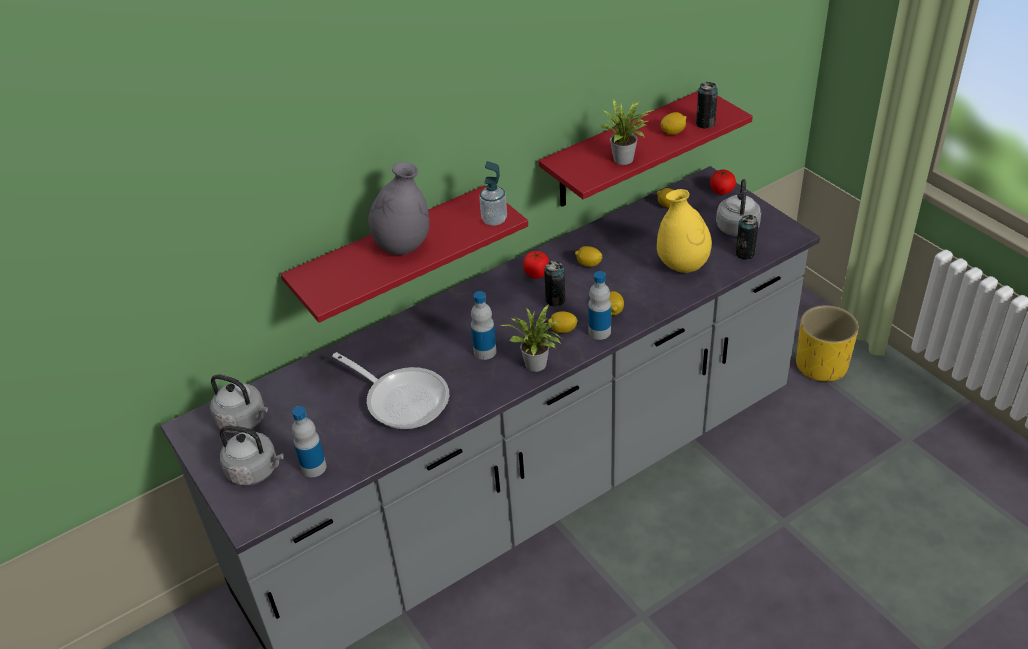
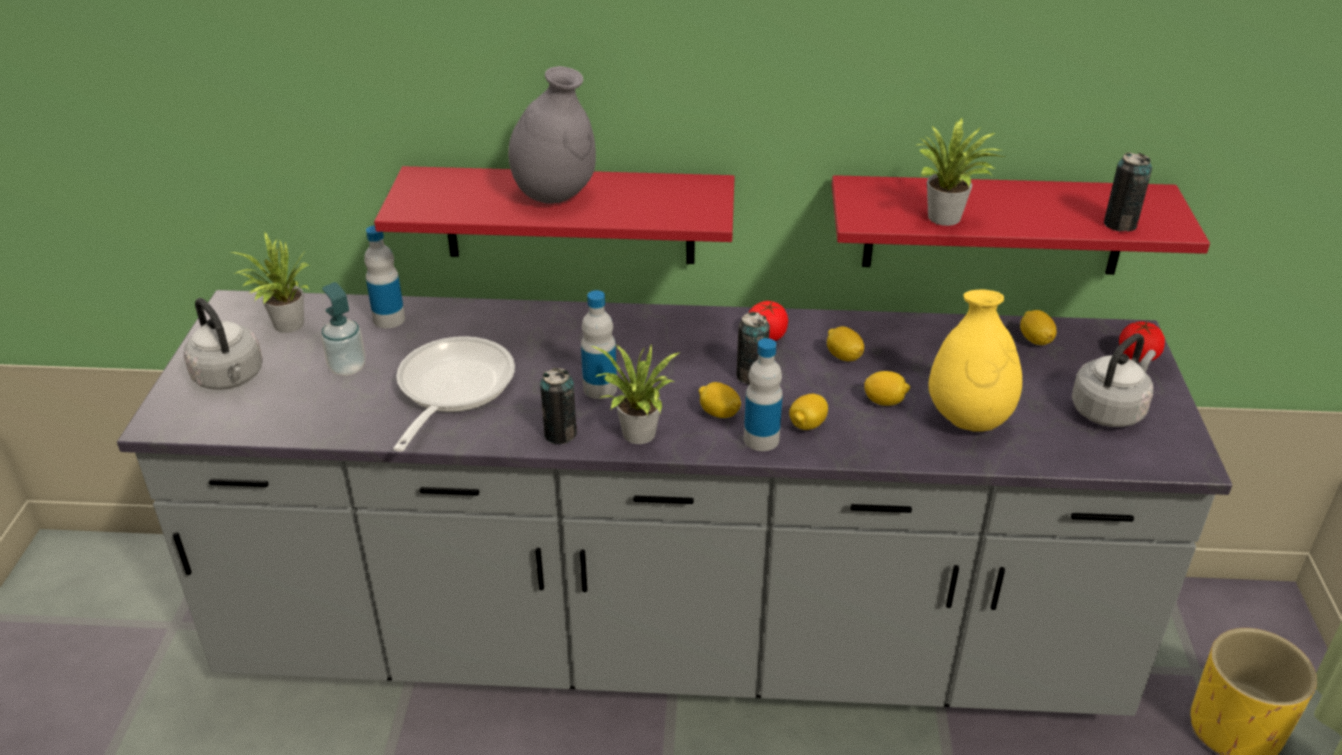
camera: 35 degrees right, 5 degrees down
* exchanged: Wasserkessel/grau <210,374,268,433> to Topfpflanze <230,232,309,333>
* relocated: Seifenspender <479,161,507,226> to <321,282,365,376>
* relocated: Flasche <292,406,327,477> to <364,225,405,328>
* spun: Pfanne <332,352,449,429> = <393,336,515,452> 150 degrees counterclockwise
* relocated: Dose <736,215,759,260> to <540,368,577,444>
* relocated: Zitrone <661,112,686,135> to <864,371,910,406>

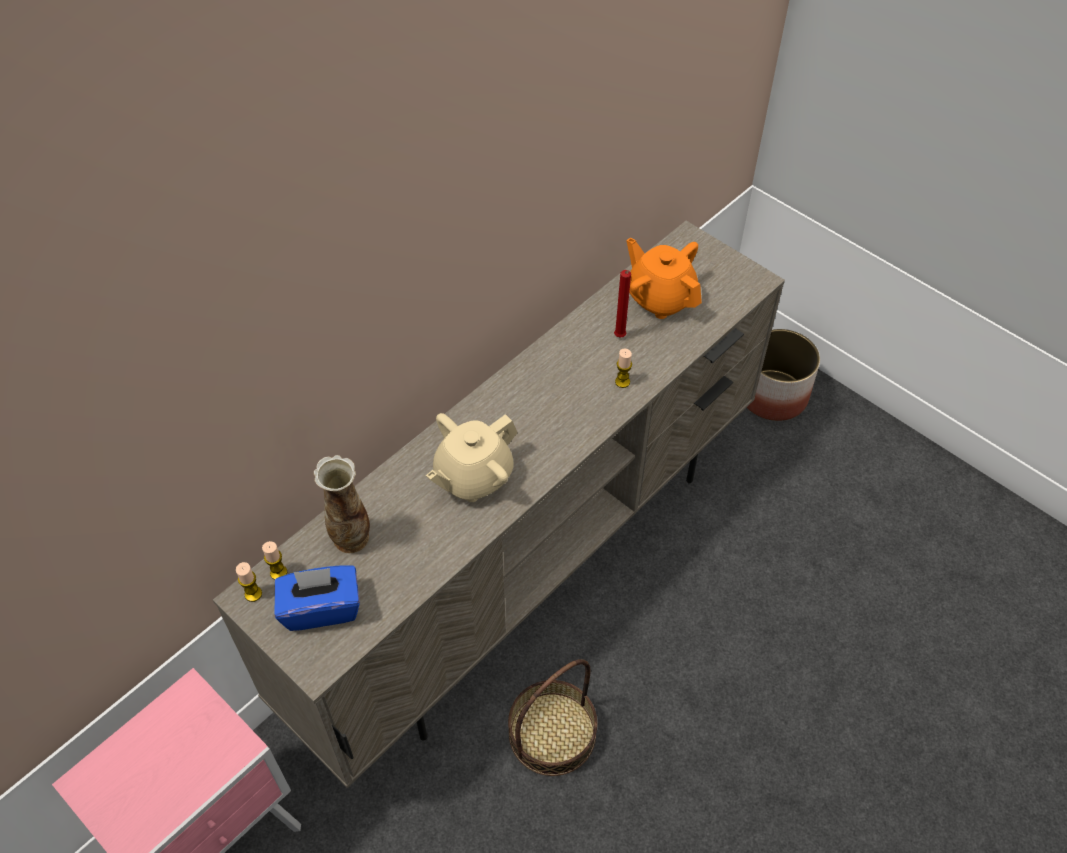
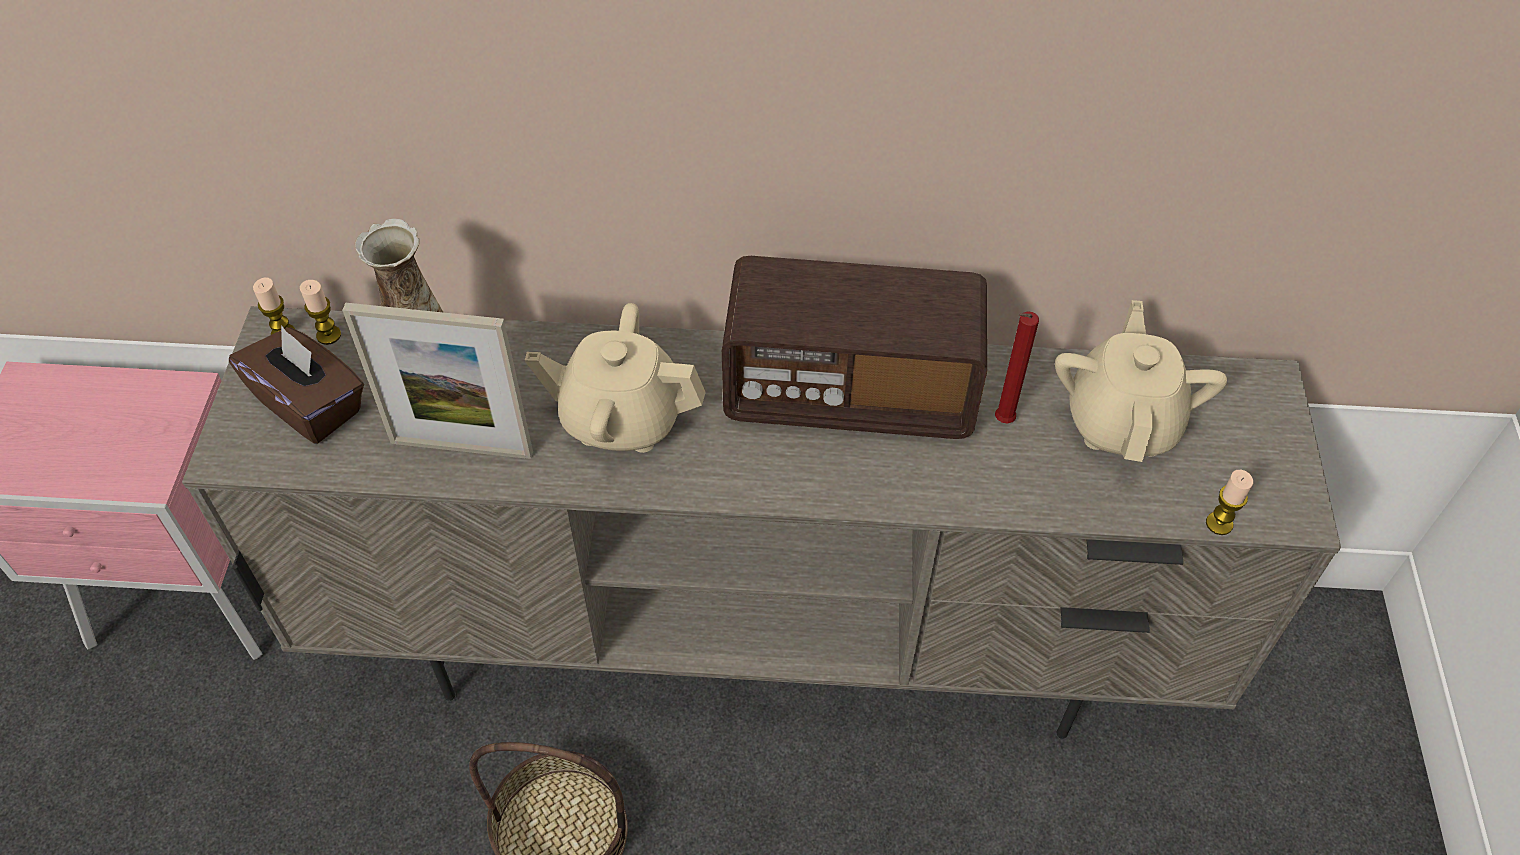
camera: 50 degrees right, 0 degrees up
* colour: Taschentuchbox/blau <274,565,360,631> to Taschentuchbox/braun <229,325,364,444>
* appeared: Bilderrahmen <342,303,533,459>
* appeared: Radio <722,256,987,439>
* colour: Teekanne/orange <627,237,702,319> to Teekanne/beige <1055,300,1227,462>
* relocated: Kerze <615,349,632,388> to <1206,470,1253,535>
* missing: Pflanzkübel <747,329,820,421>

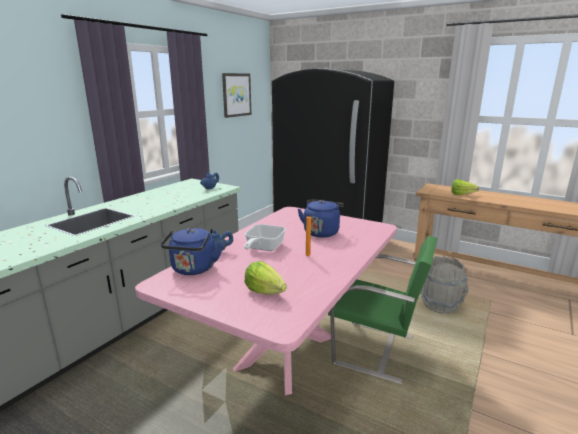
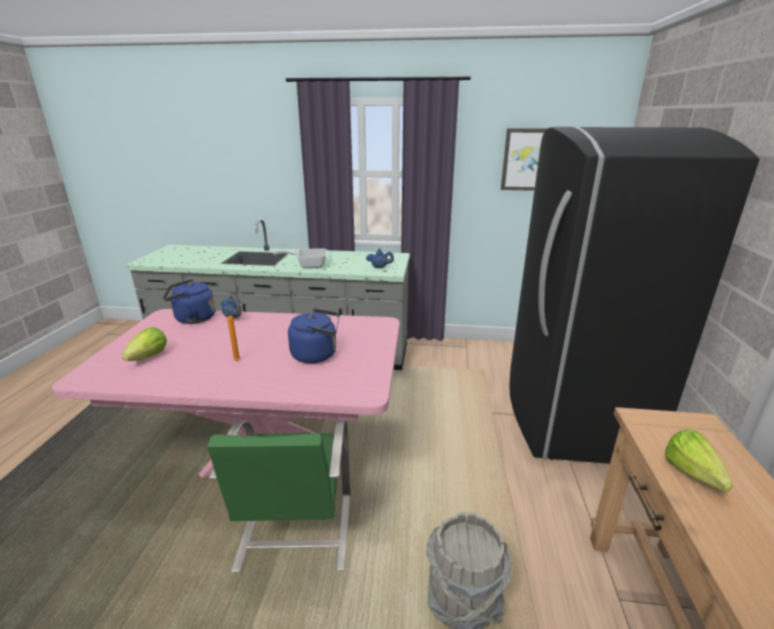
camera: 65 degrees right, 5 degrees up
* relocated: Pfanne <244,224,286,251> to <273,248,327,268>

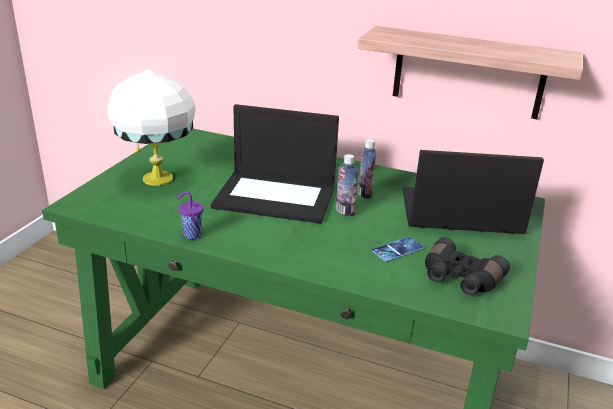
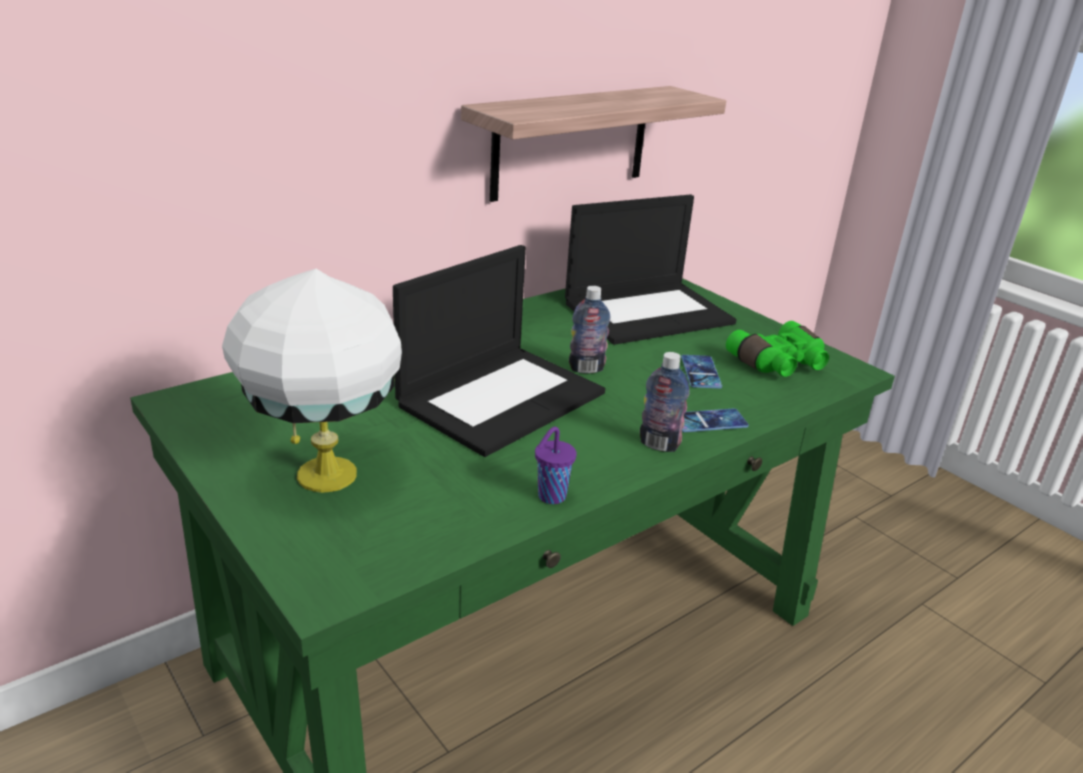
camera: 60 degrees left, 0 degrees up
* spun: Laptop <403,150,544,234> = <565,194,737,345> 150 degrees counterclockwise
* relocated: Flasche <358,139,377,199> to <640,352,689,452>
* appeared: Handy <682,408,749,432>
* colour: Fernglas/schwarz <425,237,510,295> to Fernglas/grün <726,321,829,377>

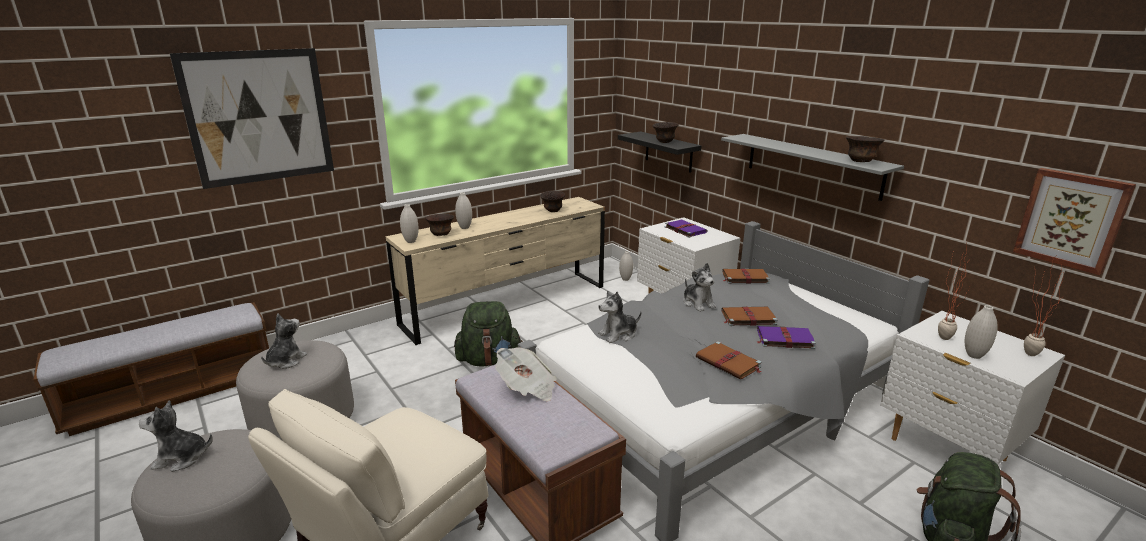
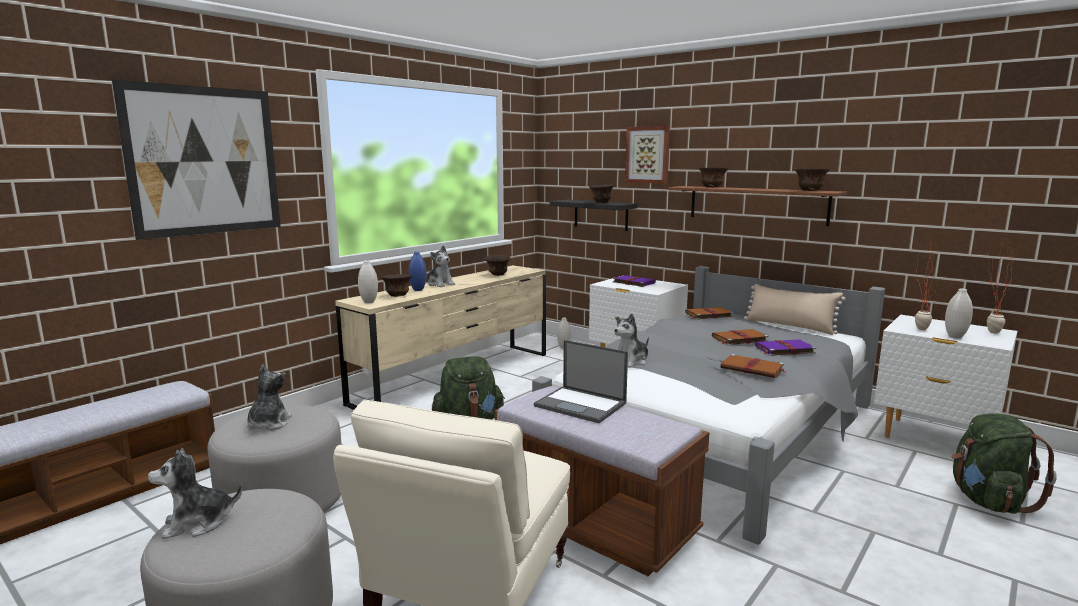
camera: 15 degrees left, 10 degrees down
* colour: Vase/weiß <455,192,472,229> to Vase/blau <409,251,427,291>
* relocated: Plüschtier <683,263,716,312> to <428,246,455,287>
* exchanged: Zeitung <495,347,556,401> to Laptop <534,340,628,423>
* relocated: Bild <1013,168,1136,275> to <625,126,670,184>
* colour: Wandregal/grau <721,134,904,201> to Wandregal/braun <668,186,847,226>
* appeared: Schüssel/braun <699,167,728,188>
* appeared: Kissen/beige <744,284,846,335>

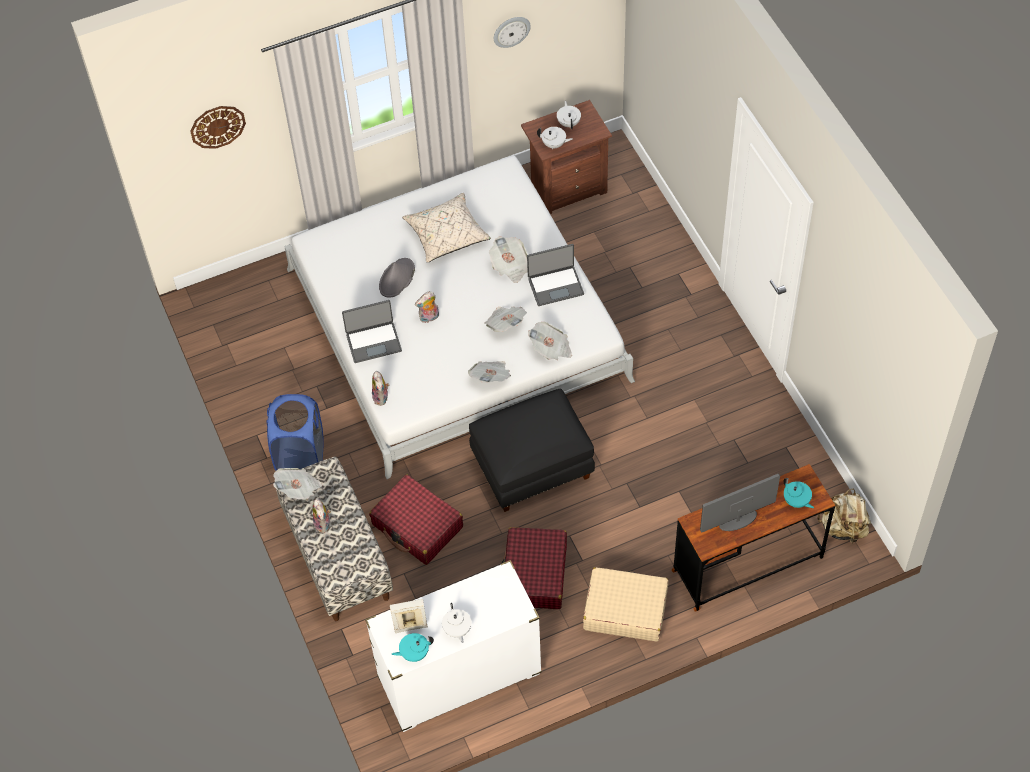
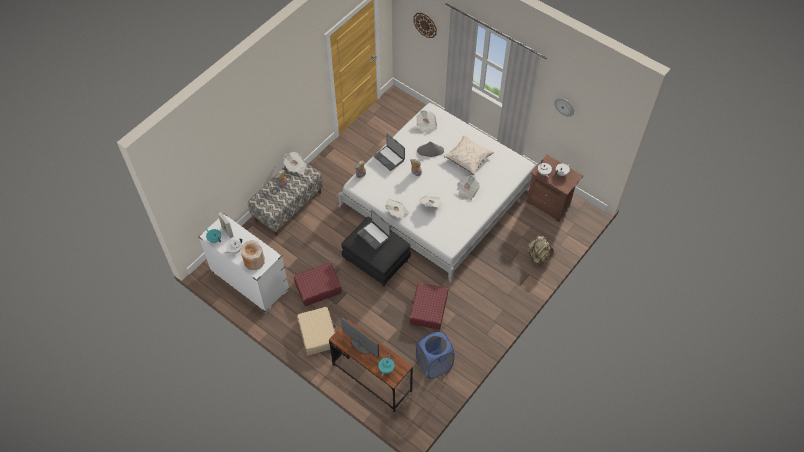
camera: 60 degrees right, 0 degrees up
* appeared: Vase/beige <241,240,265,270>
* relocated: Laptop <527,244,584,306> to <357,210,391,250>
* relocated: Koffer/rot <369,474,463,565> to <410,283,448,330>
* relocated: Zeitung <528,322,572,360> to <416,110,437,135>
* relocated: Wäschekorb/blau <267,394,324,471> to <416,331,455,379>
* relocated: Rucksack/beige <817,488,871,542> to <528,236,554,263>

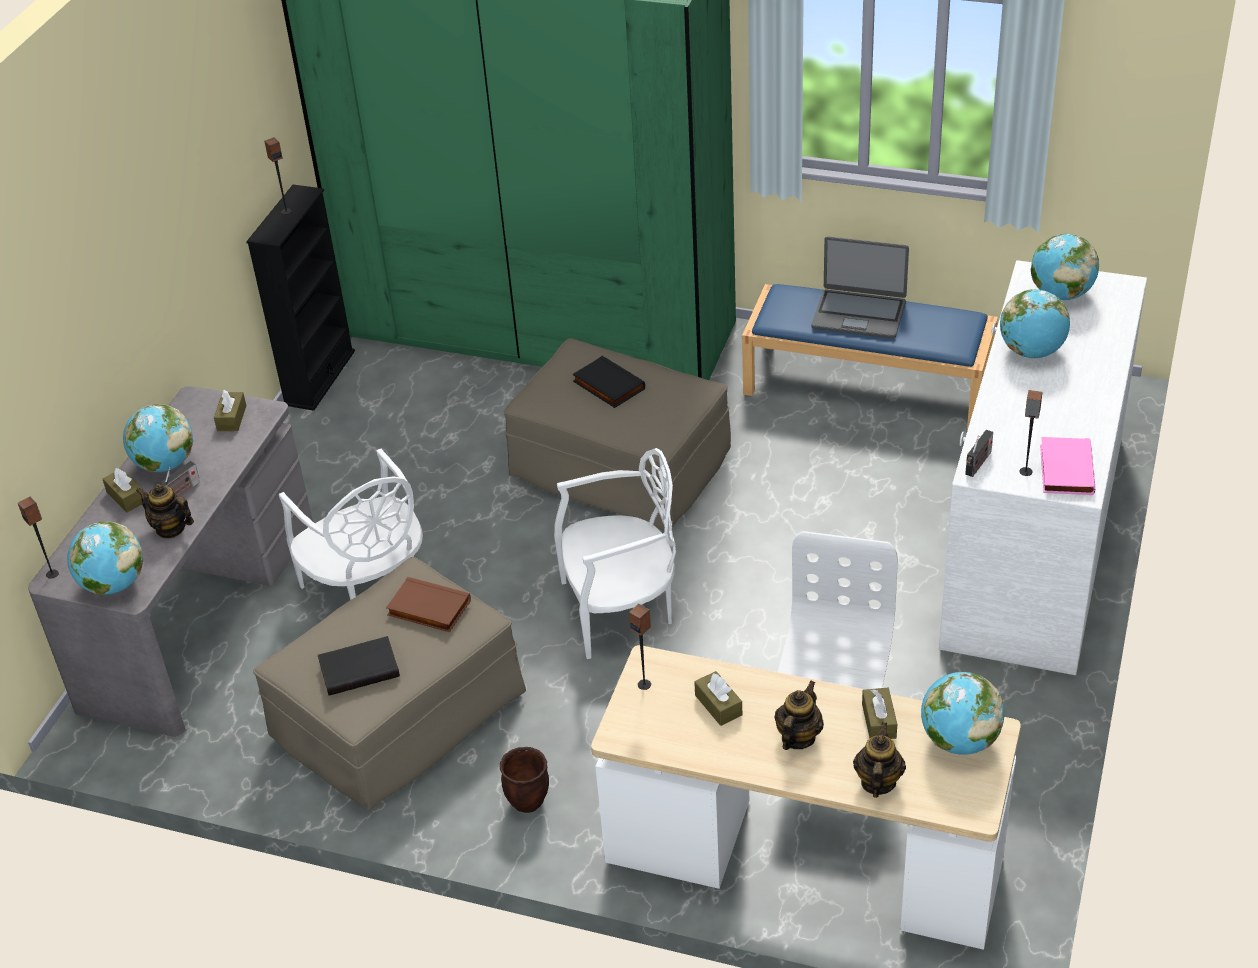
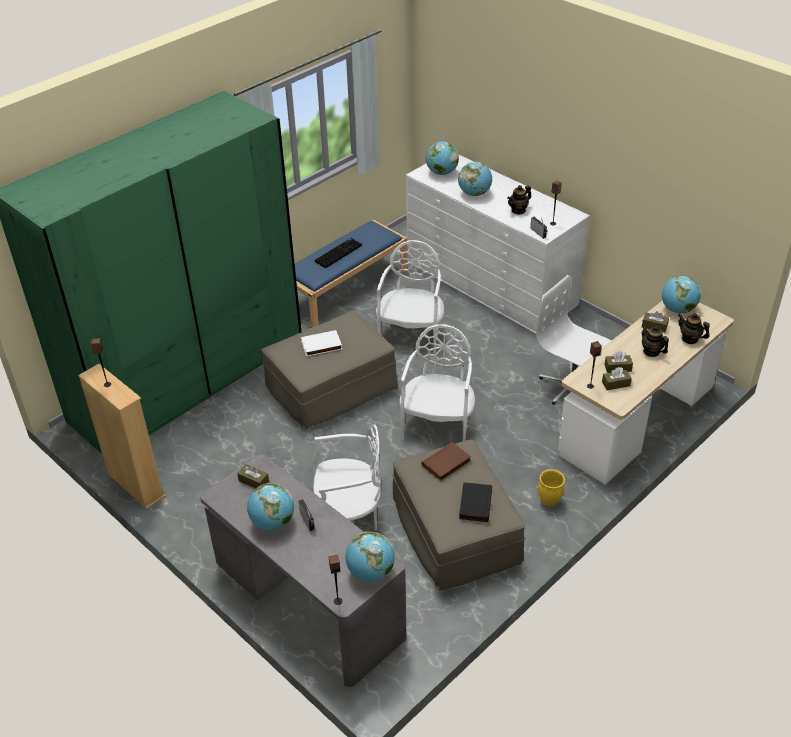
camera: 65 degrees left, 0 degrees up
* colour: Bücherregal/schwarz <246,184,355,411> to Bücherregal/beige <78,364,166,509>
* colour: Buch/schwarz <573,356,645,408> to Buch/weiß <301,330,342,356>
* exchanged: Laptop <812,236,909,339> to Tastatur <315,238,362,268>
* appeared: Stuhl/weiß <376,240,444,353>
* relocated: Teekanne <136,484,194,539> to <507,185,531,215>
* colour: Pflanzkübel/braun <500,747,549,813> to Pflanzkübel/gelb <538,469,565,506>
* relocated: Taschentuchbox/braun <103,468,143,512> to <602,367,632,390>
* missing: Buch/rosa <1040,437,1095,495>

